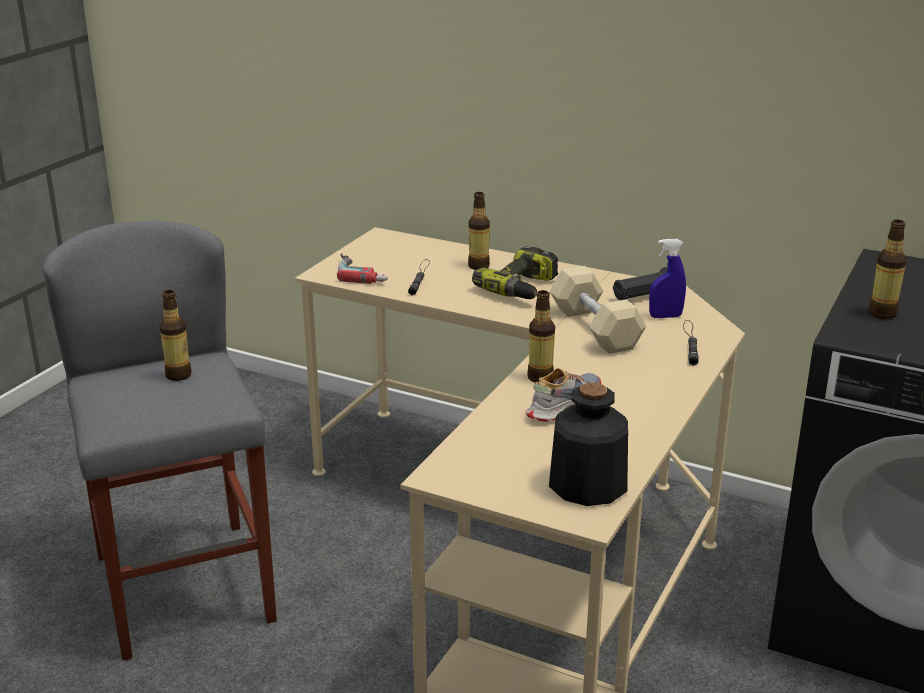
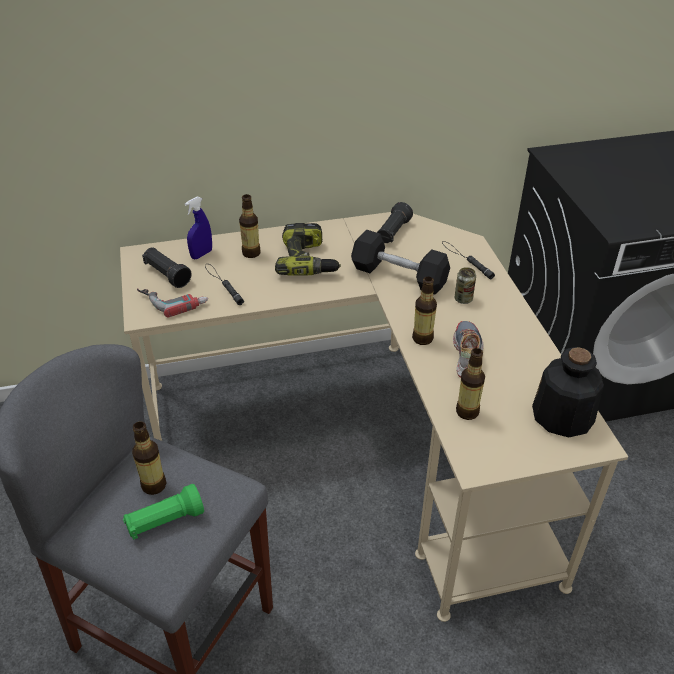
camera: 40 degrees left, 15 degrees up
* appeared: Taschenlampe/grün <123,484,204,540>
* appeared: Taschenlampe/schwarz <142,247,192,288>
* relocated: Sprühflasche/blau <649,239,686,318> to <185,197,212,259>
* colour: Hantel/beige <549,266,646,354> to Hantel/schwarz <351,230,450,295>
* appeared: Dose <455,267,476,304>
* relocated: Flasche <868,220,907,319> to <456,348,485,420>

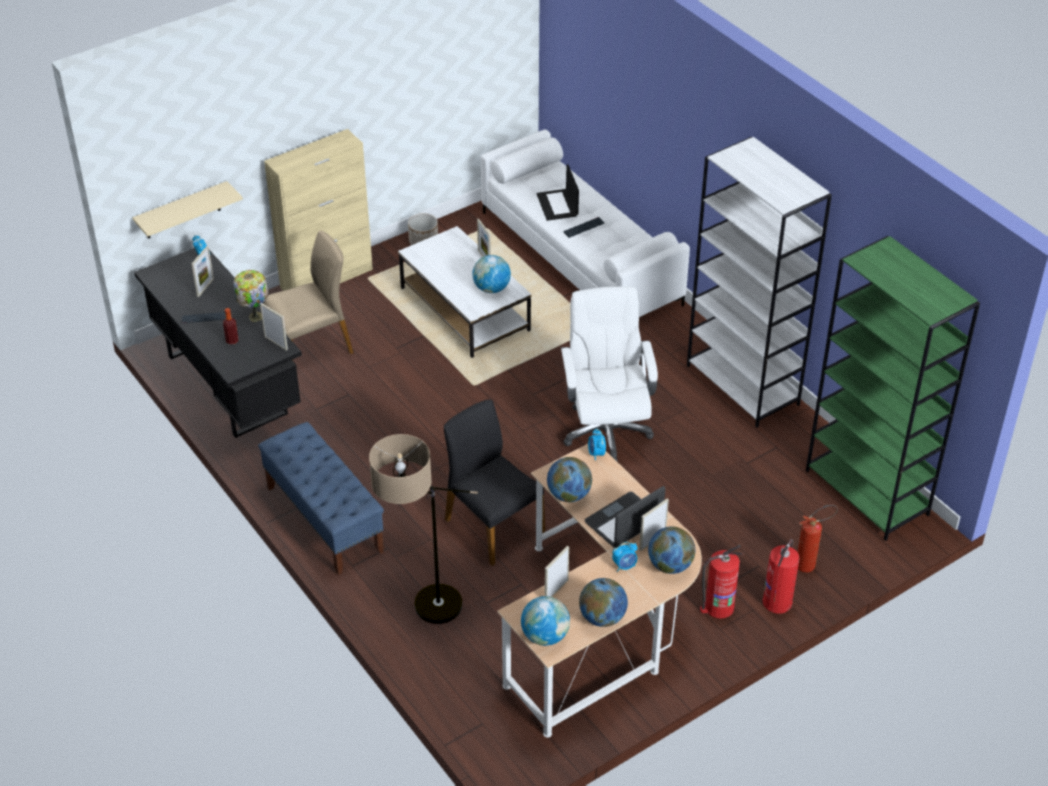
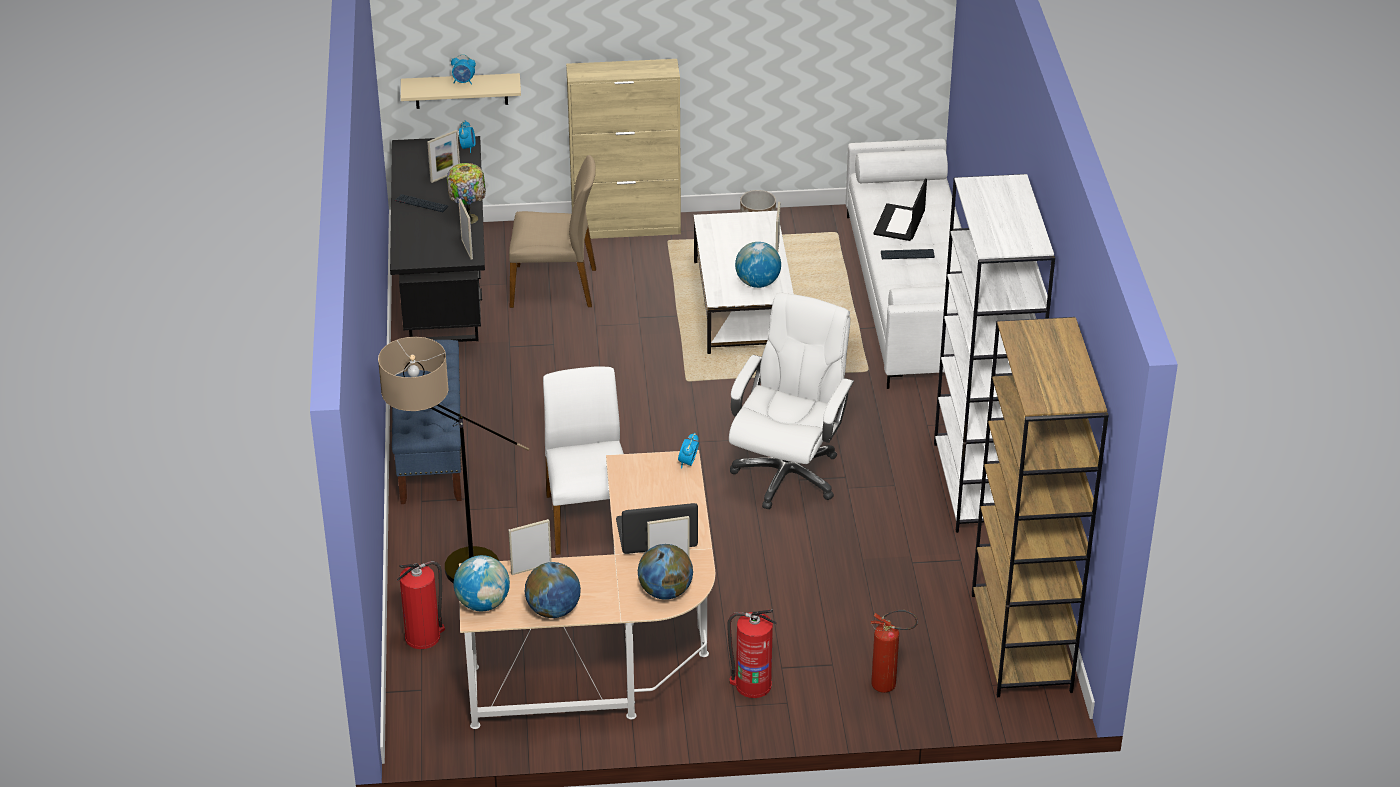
camera: 30 degrees right, 5 degrees down
* relocated: Feuerlöscher <762,539,800,614> to <397,561,445,649>
* relocated: Wecker <612,542,637,572> to <451,54,476,85>
* colour: Stuhl/schwarz <444,400,545,566> to Stuhl/weiß <543,367,624,555>
* colour: Bücherregal/grün <806,236,980,541> to Bücherregal/braun <972,317,1109,697>
* missing: Flasche <223,308,238,344>
* missing: Globus <547,457,592,502>

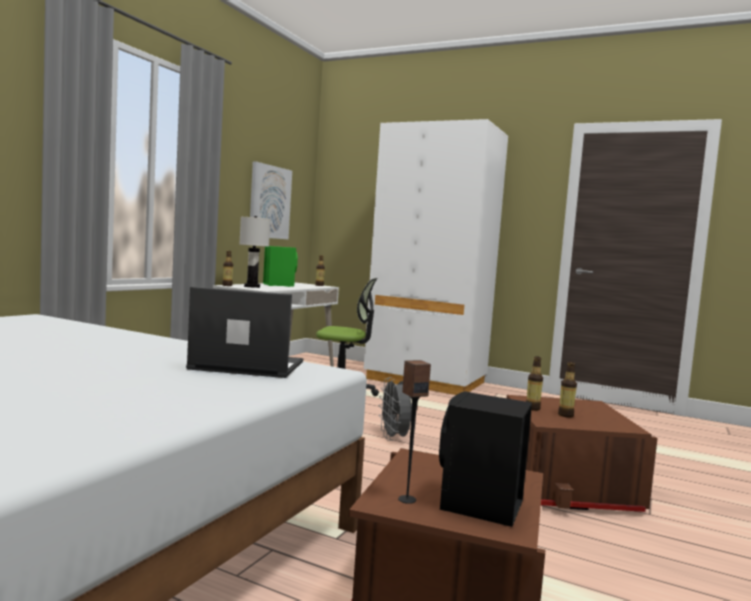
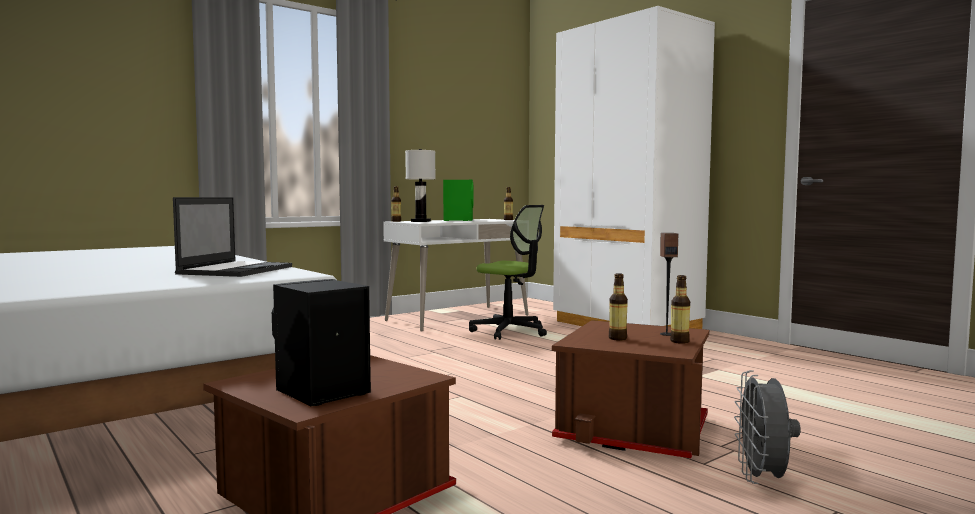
camera: 25 degrees right, 0 degrees up
* spun: Laptop <186,286,303,378> = <173,197,292,277> 75 degrees clockwise
* relocated: Lautsprecher <398,360,431,504> to <660,233,678,336>
* relocated: Flasche <526,356,543,411> to <670,275,690,344>
* relocated: Ventilator/grau <378,377,412,441> to <734,370,801,484>
* missing: Bild <250,161,292,240>

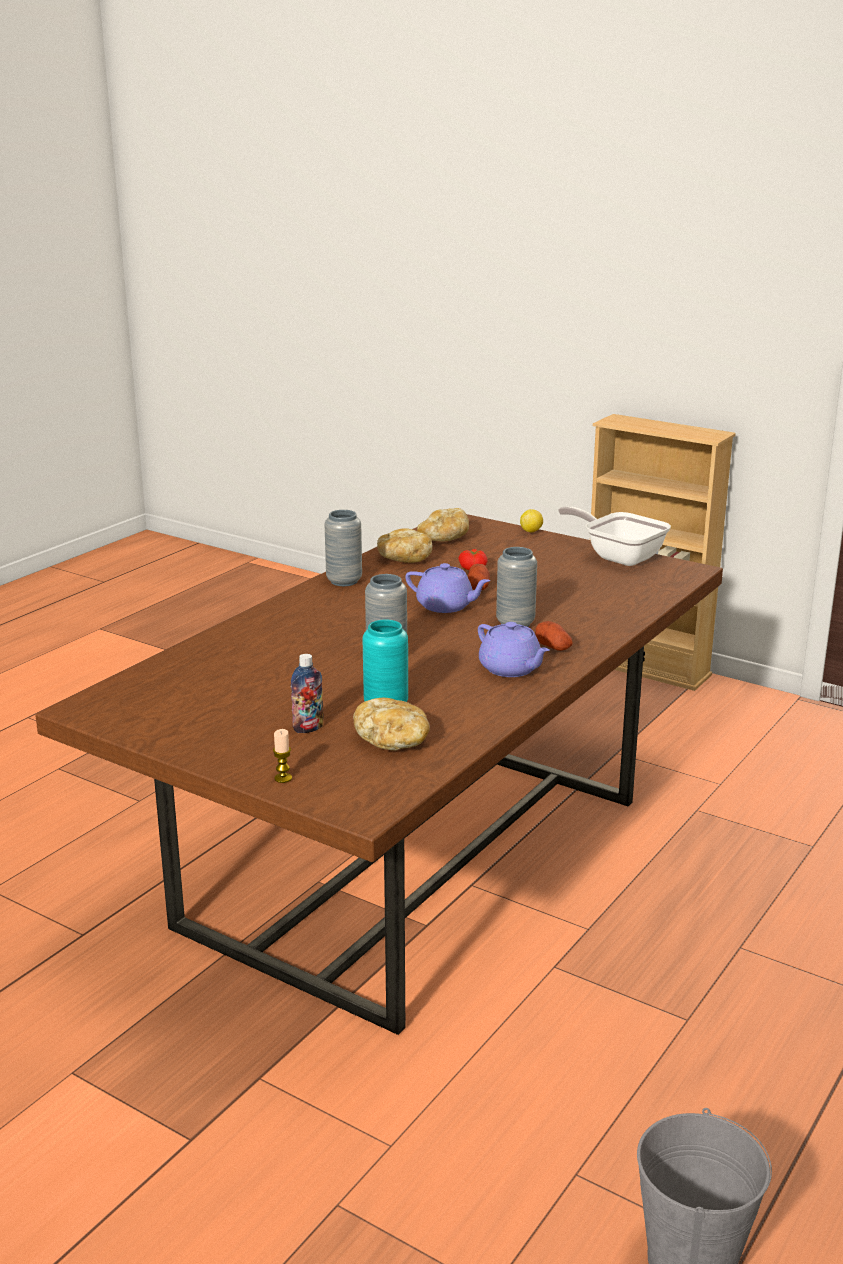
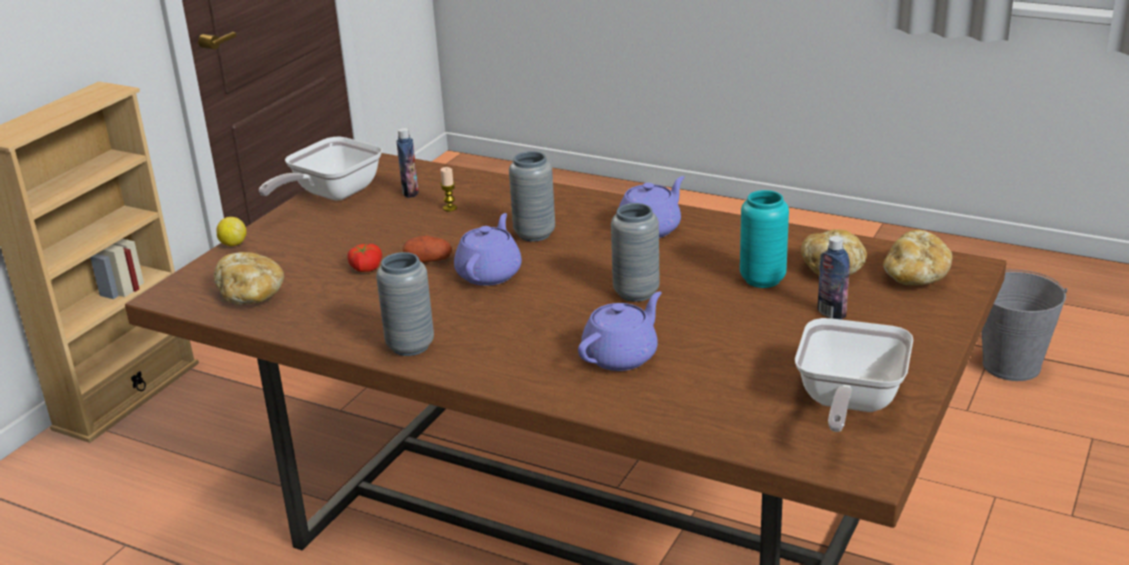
camera: 95 degrees left, 5 degrees up
* appeared: Flasche <396,128,419,198>
* relocated: Kerze <273,729,292,783> to <440,167,457,211>
* appeared: Teekanne/lila <578,291,662,371>
* appeared: Pfanne <795,318,913,432>
* relocated: Brot <377,528,432,563> to <883,230,953,285>
* missing: Kartoffel <535,621,573,651>

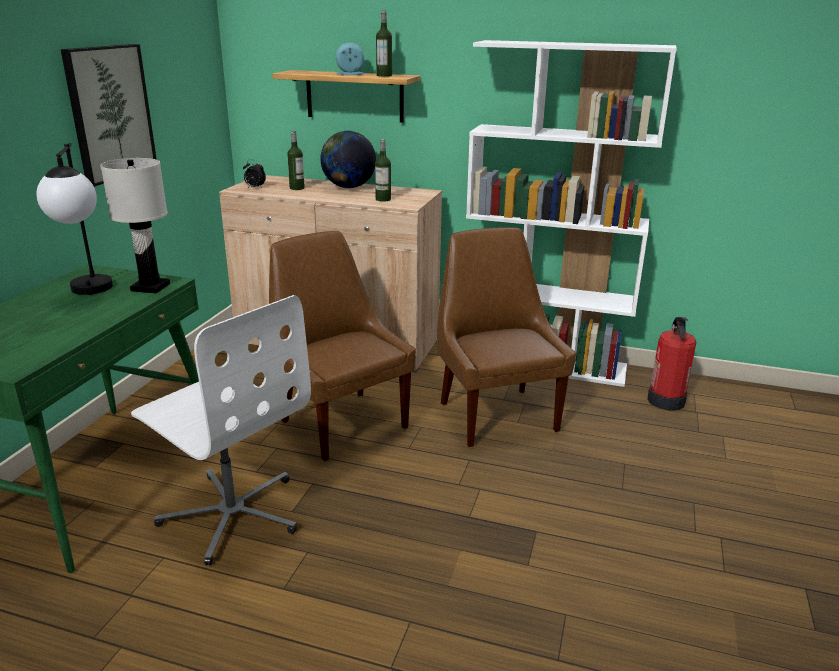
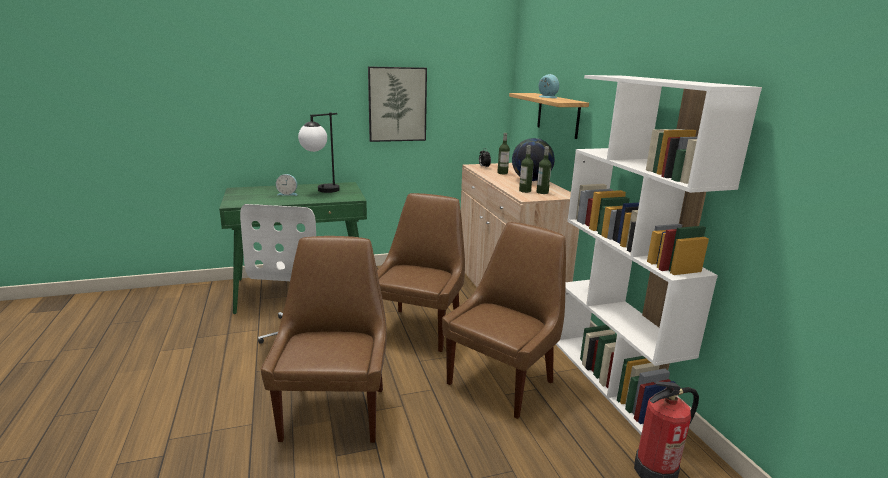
camera: 55 degrees right, 5 degrees down
* appeared: Stuhl/braun <261,236,387,443>
* appeared: Wecker <276,174,298,196>
* relocated: Flasche <376,11,392,77> to <537,146,551,194>
* missing: Tischlampe/weiß <100,158,170,293>

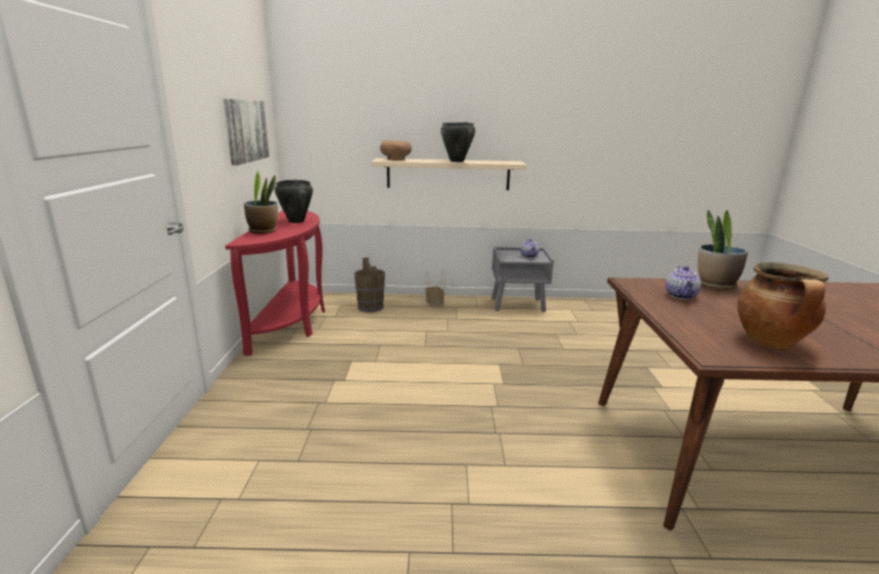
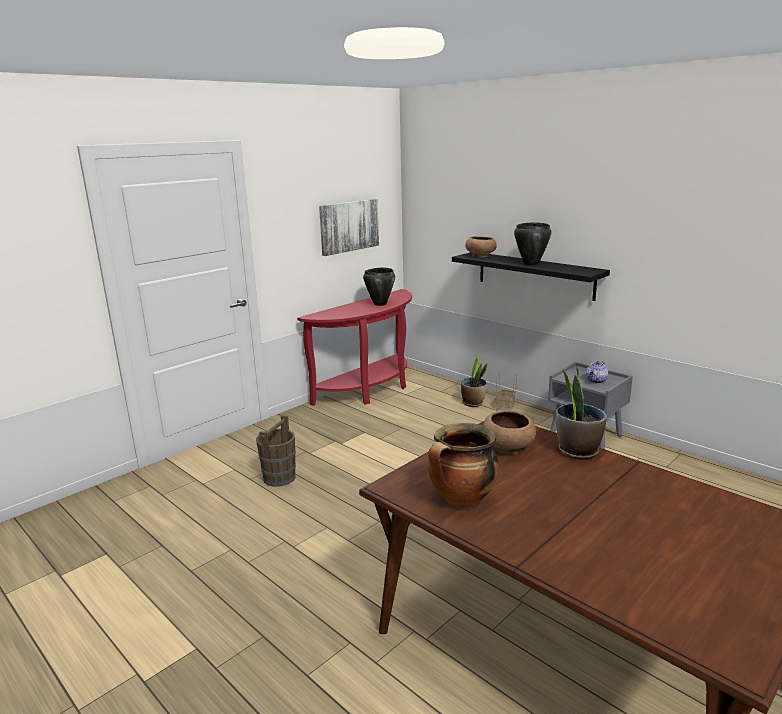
camera: 45 degrees right, 0 degrees up
* relocated: Eimer/braun <354,257,385,312> to <256,415,296,487>
* colour: Wandregal/beige <371,158,527,190> to Wandregal/schwarz <452,252,610,301>
* relocated: Topfpflanze <244,170,278,234> to <461,355,487,407>
* exchanged: Teekanne <665,266,701,300> to Schüssel/braun <482,410,536,454>

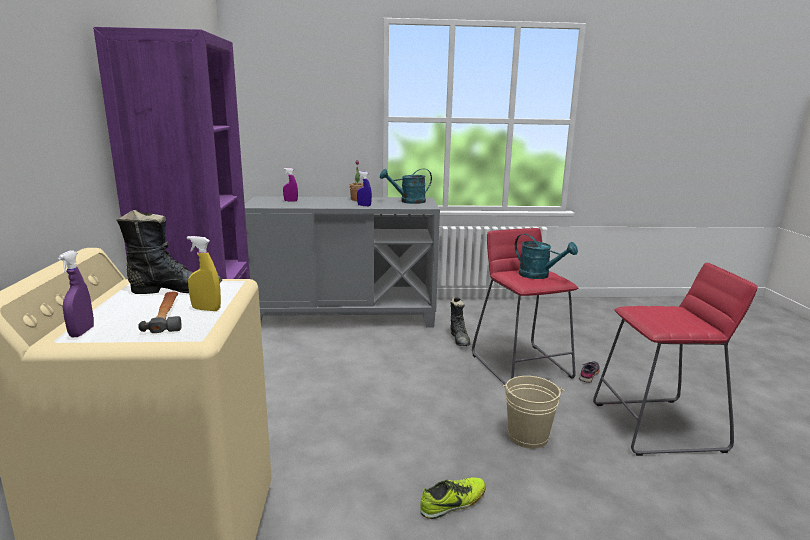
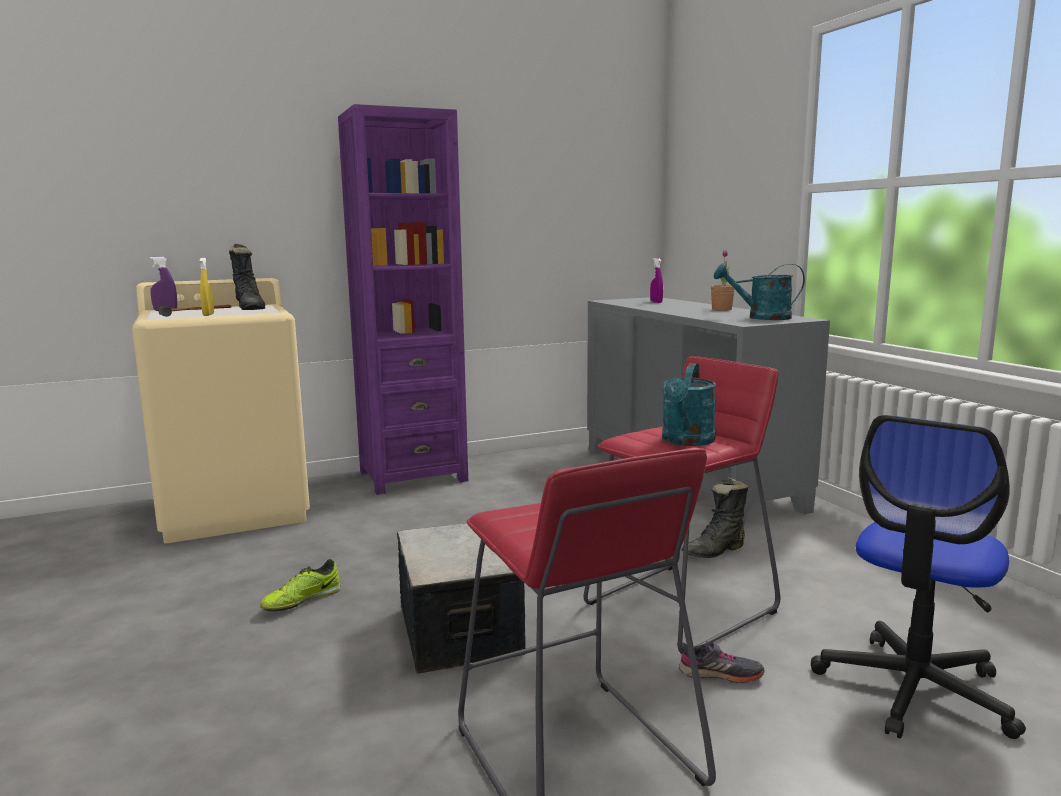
camera: 70 degrees right, 5 degrees down
* spun: Schuh <420,477,486,519> = <260,559,341,611> 90 degrees clockwise
* exchanged: Eimer/beige <502,376,565,449> to Aufbewahrungsbox <397,523,526,674>
* spun: Gießkanne/türkis <380,169,432,204> = <714,263,805,320> 45 degrees counterclockwise
* appeared: Bürostuhl <811,415,1026,739>
* missing: Sprühflasche/blau <357,171,372,206>

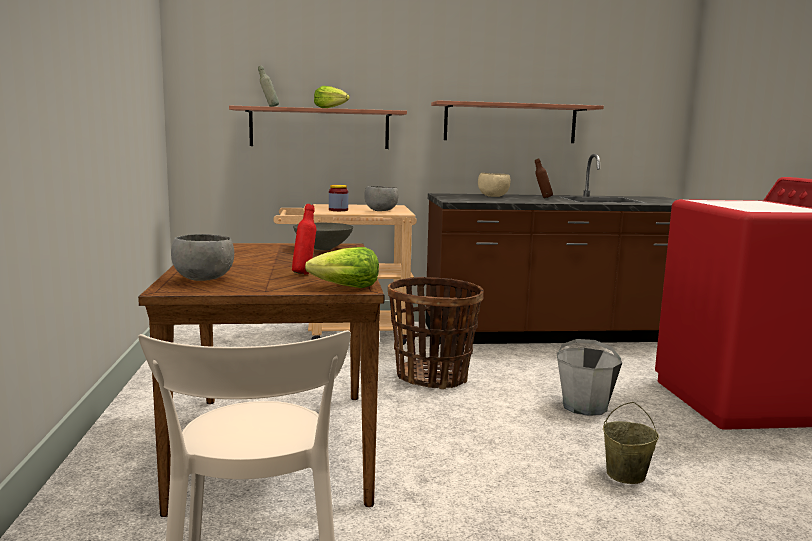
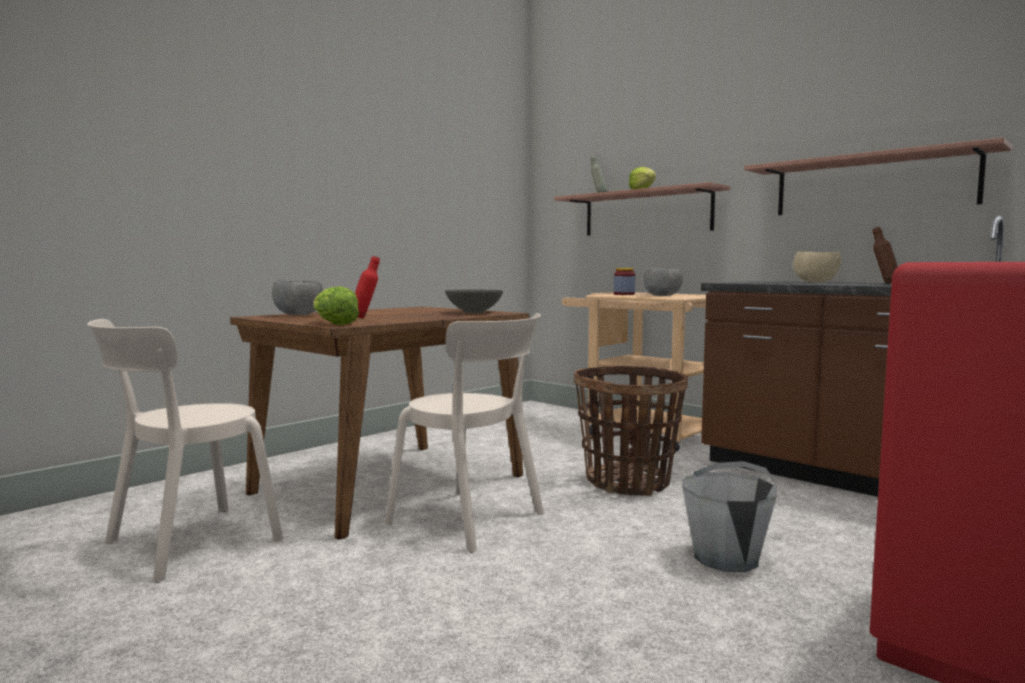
camera: 50 degrees right, 5 degrees down
* appeared: Stuhl/beige <385,313,544,553>
* missing: Eimer/beige <603,402,659,484>

